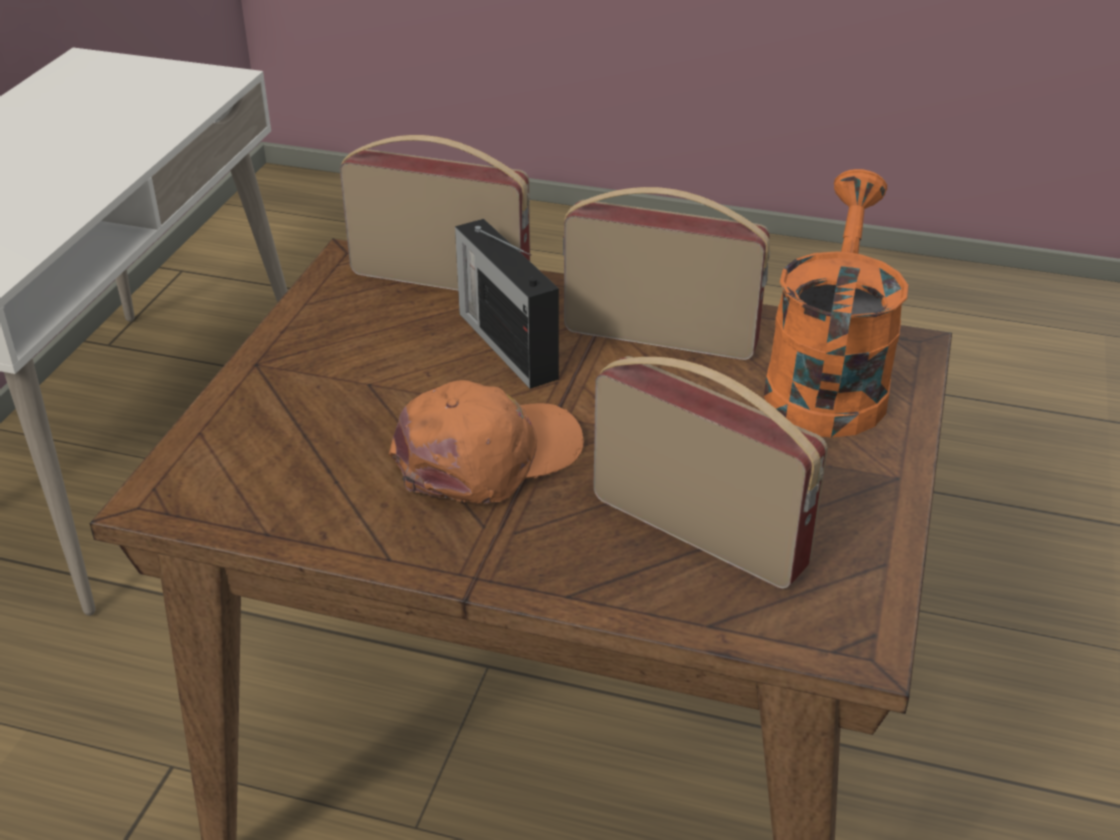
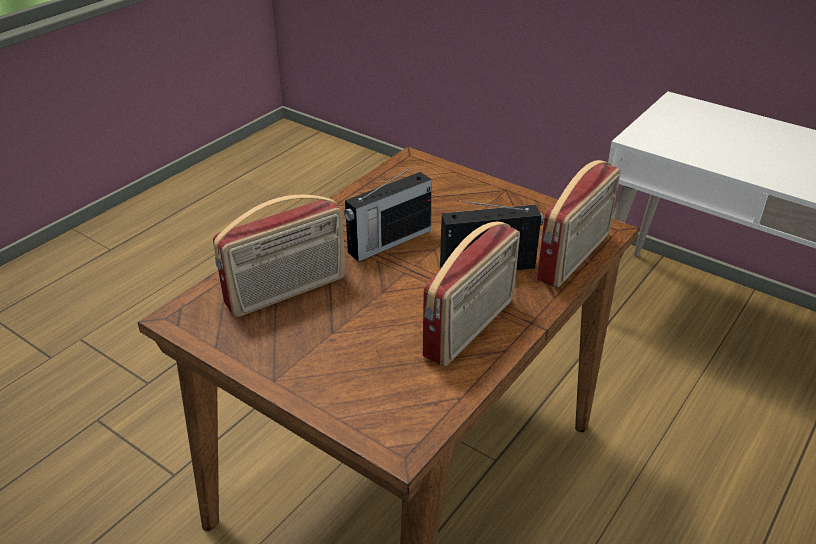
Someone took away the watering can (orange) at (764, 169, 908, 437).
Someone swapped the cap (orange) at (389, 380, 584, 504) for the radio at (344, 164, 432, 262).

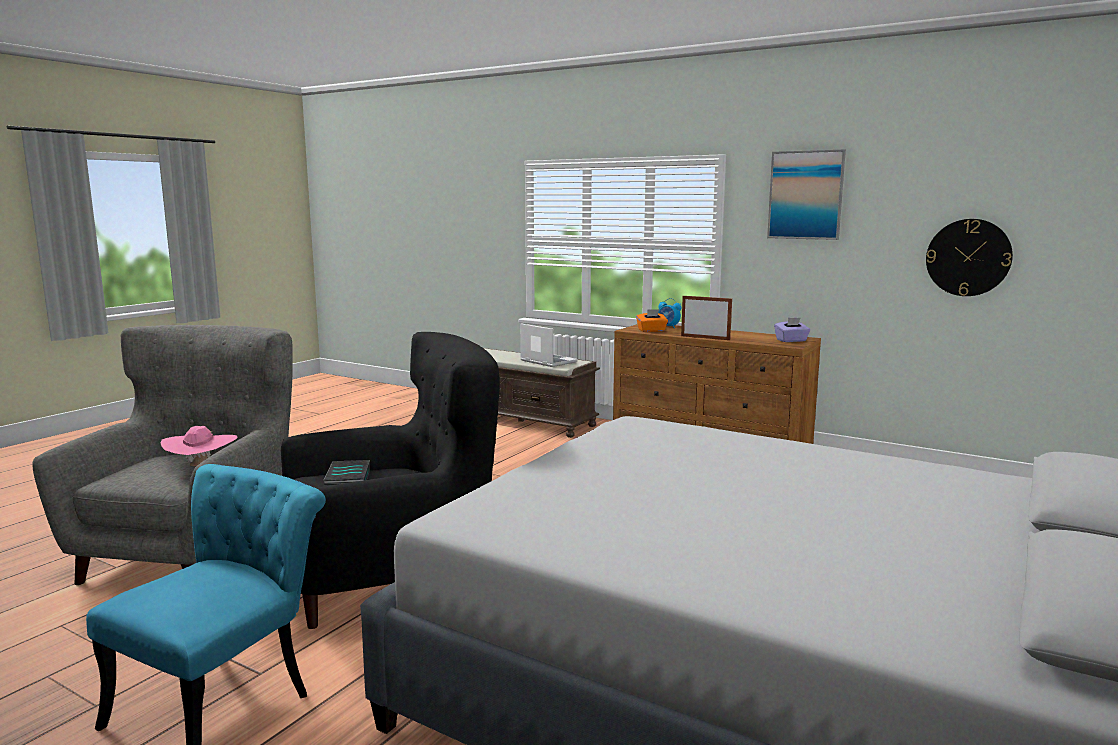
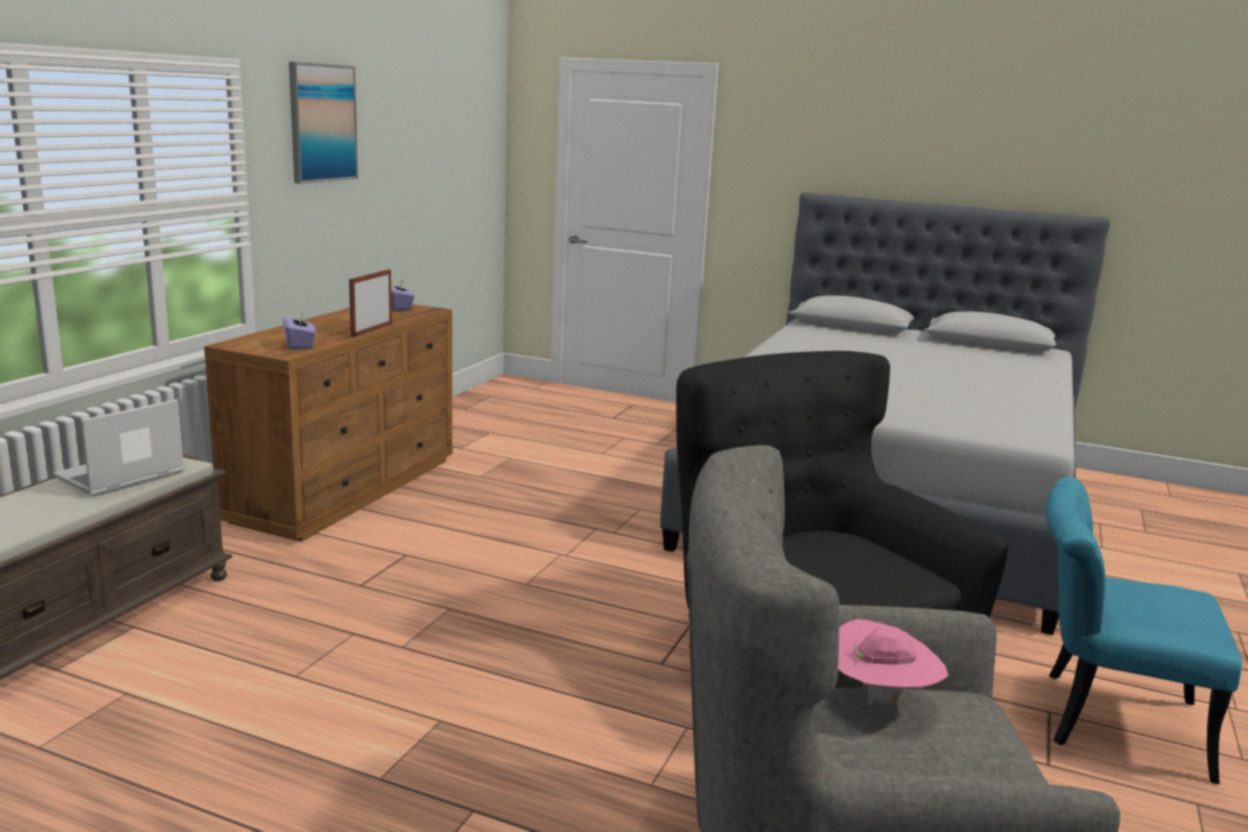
Someone took away the wall clock at (926, 219, 1013, 296).
Someone took away the alarm clock at (658, 298, 681, 329).
Someone repainted the tissue box (orange) at (636, 309, 668, 332), which became the tissue box (purple) at (283, 311, 316, 350).
Someone took away the book at (323, 460, 370, 486).

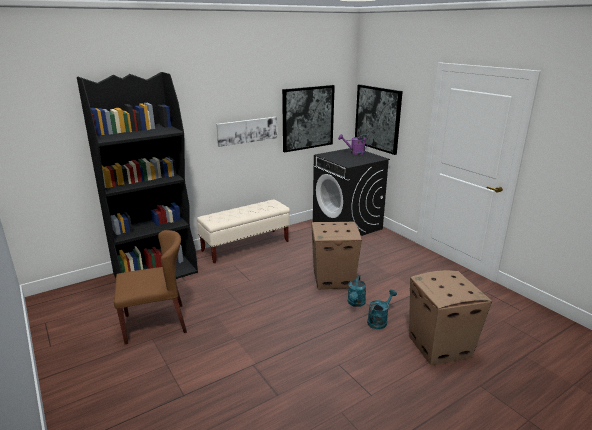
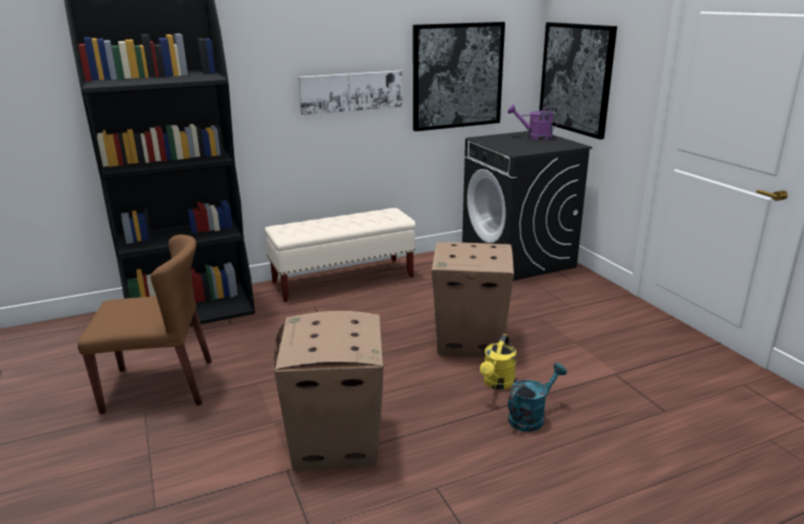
Someone carried the cardboard box from (409, 270, 492, 365) to (273, 311, 383, 471).
Someone repainted the watering can (turquoise) at (348, 275, 366, 307), which became the watering can (yellow) at (480, 334, 516, 390).

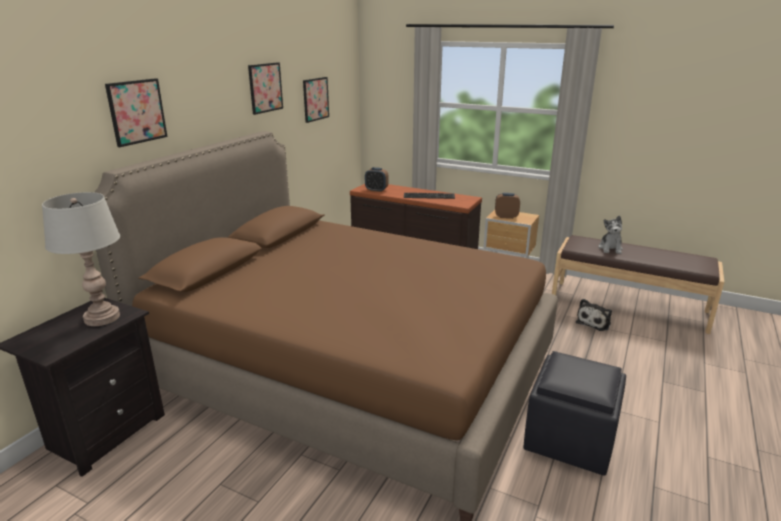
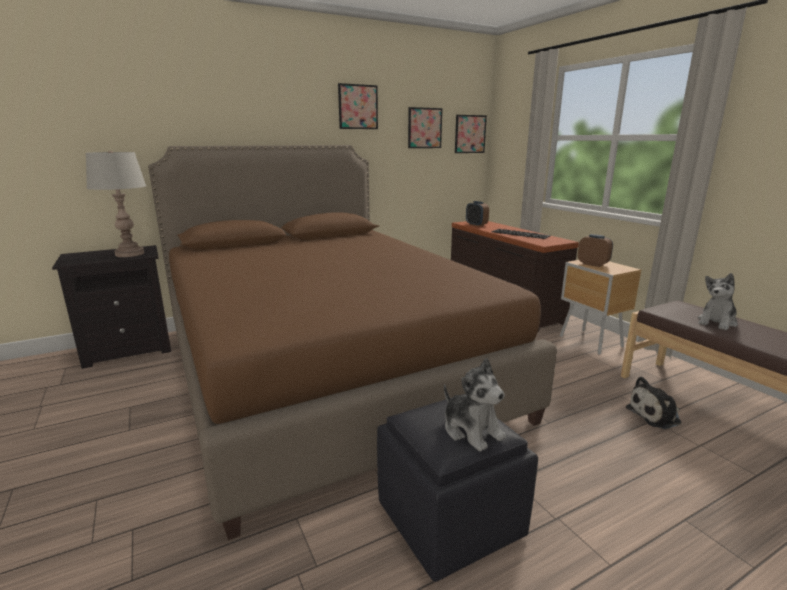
Someone carried the picture from (105, 78, 167, 147) to (455, 115, 487, 153).
Someone put down the plush toy at (444, 358, 506, 452).

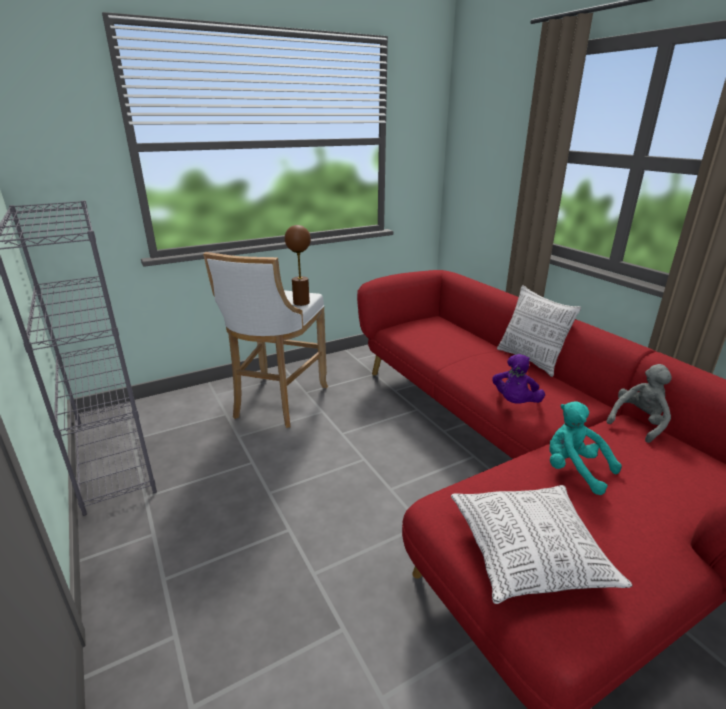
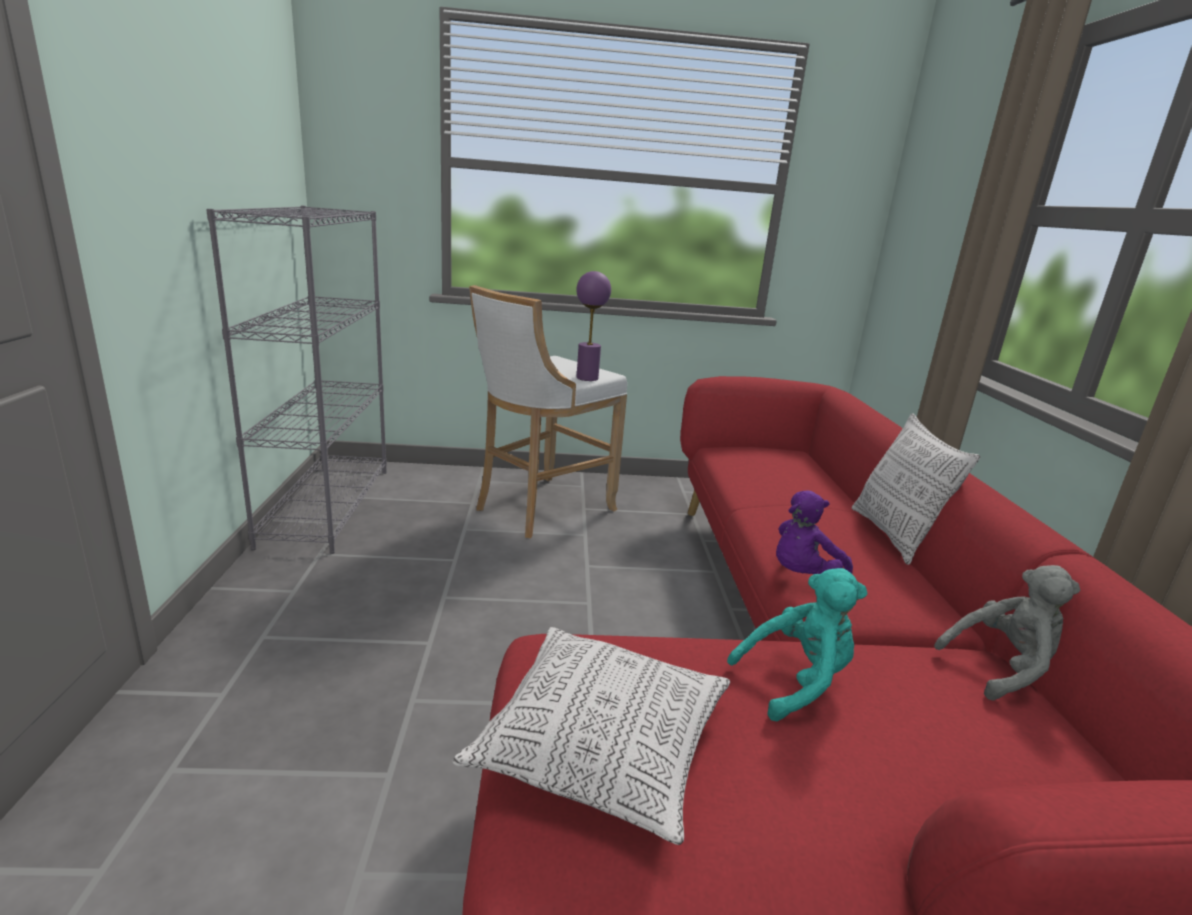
Someone repainted the table lamp (brown) at (285, 225, 311, 306), which became the table lamp (purple) at (576, 271, 611, 381).
Someone rotated the plush toy (turquoise) at (549, 401, 622, 495) by 90 degrees clockwise.

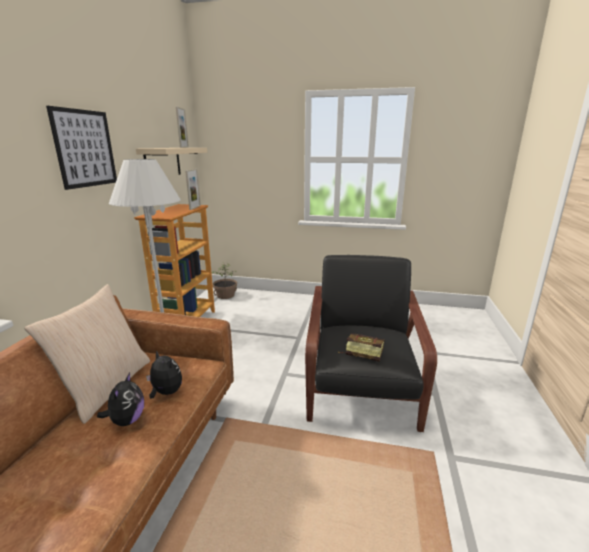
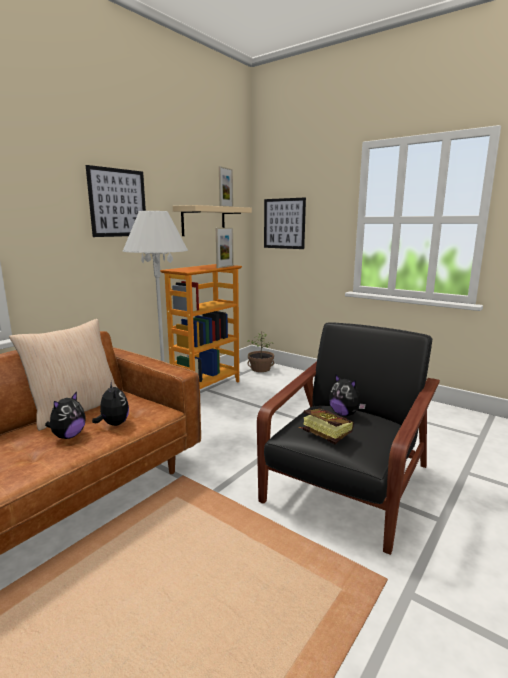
Someone put up the picture at (264, 198, 306, 249).
Someone put down the plush toy at (329, 374, 366, 416).

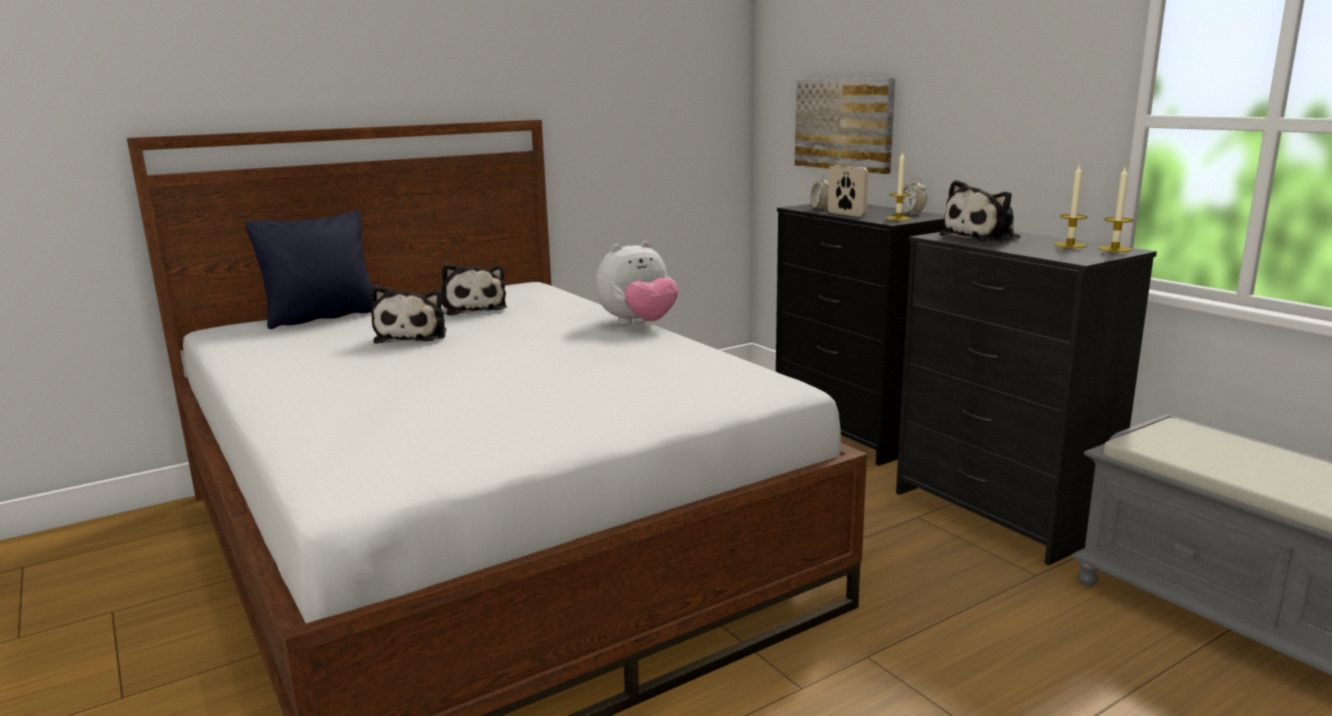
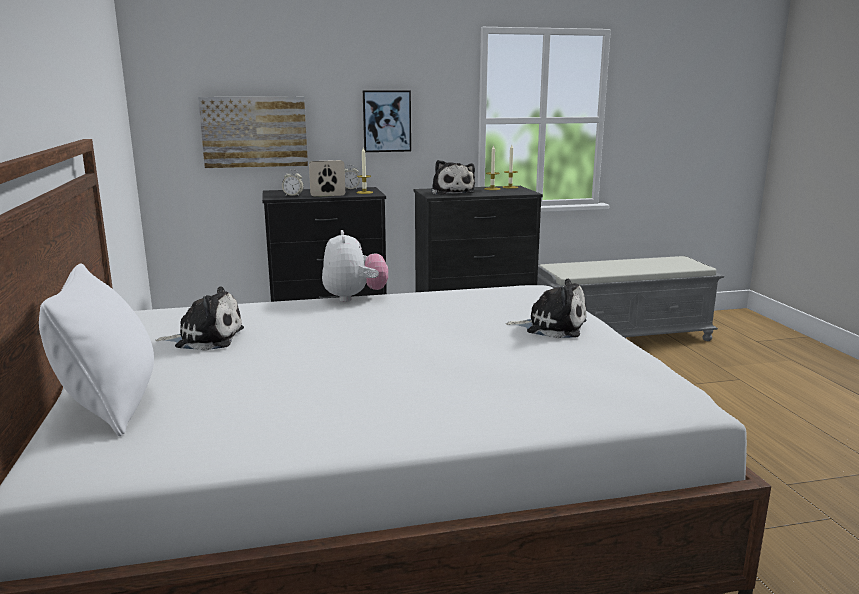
Someone repainted the pillow (black) at (246, 211, 373, 329), which became the pillow (white) at (39, 263, 154, 436).
Someone carried the plush toy from (371, 285, 446, 344) to (506, 279, 587, 338).
Someone put up the picture at (363, 90, 411, 152).

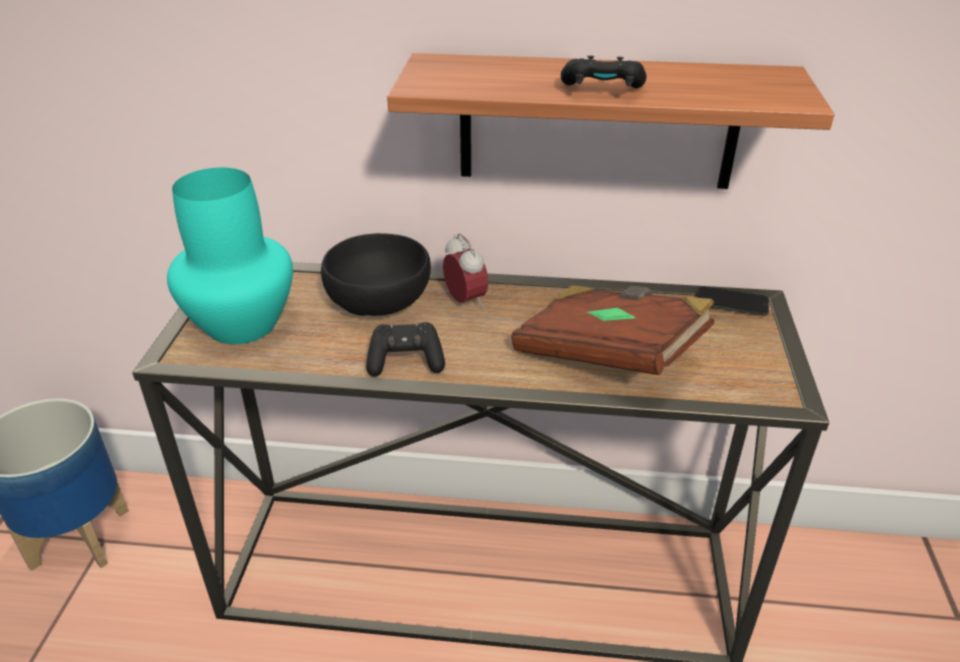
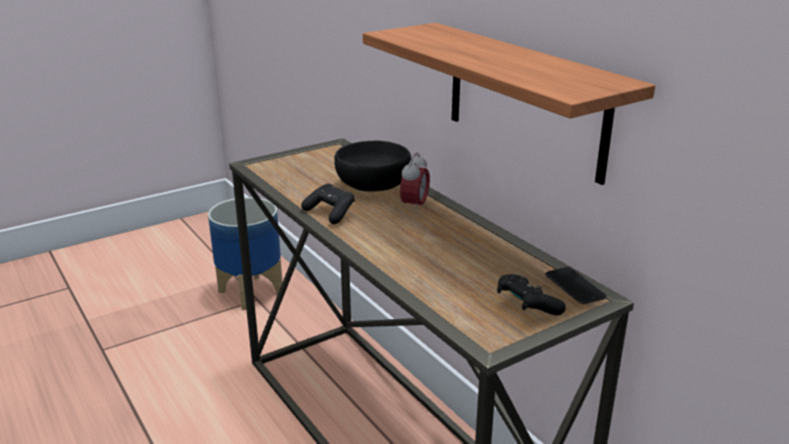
Someone carried the game controller (black) from (561, 55, 646, 88) to (497, 274, 566, 316).
Someone took away the vase (turquoise) at (167, 167, 293, 344).
Someone took away the book (brown) at (511, 285, 715, 375).

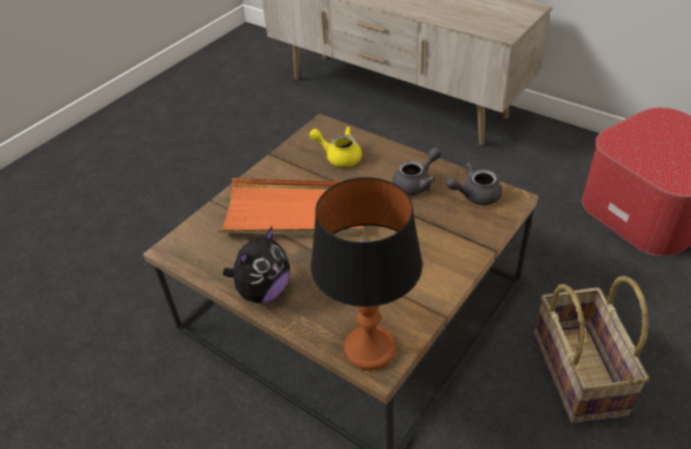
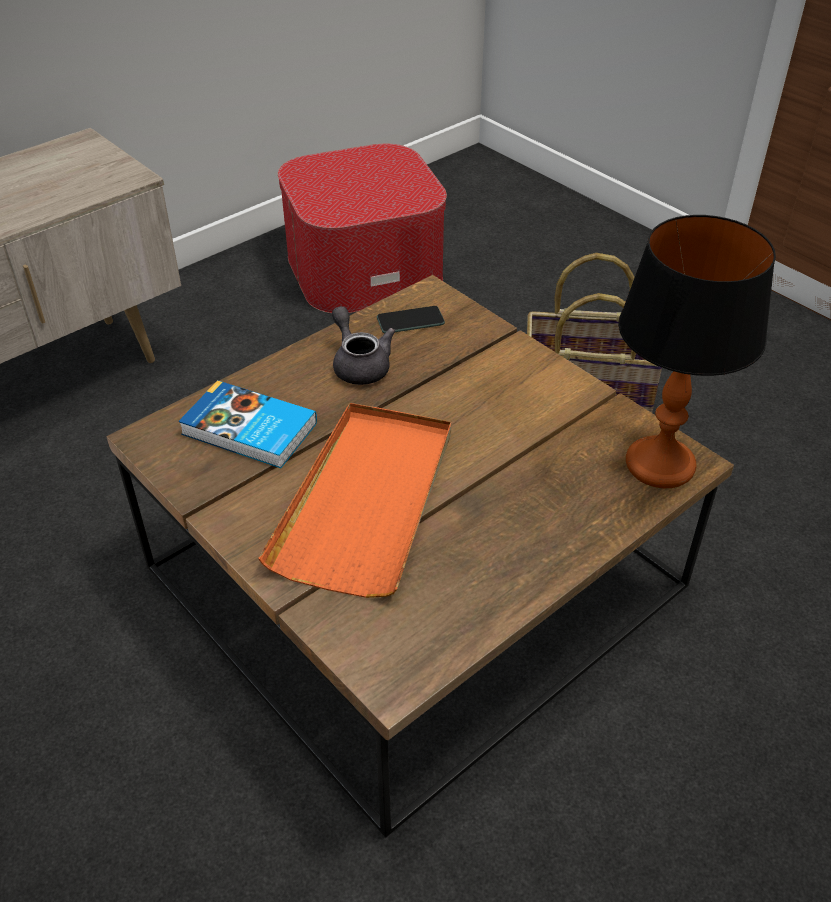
Someone swapped the teapot (yellow) at (309, 127, 362, 167) for the book at (179, 380, 317, 468).
Someone swapped the teapot (grey) at (446, 163, 502, 205) for the phone at (377, 306, 445, 333).
Someone took away the plush toy at (223, 227, 290, 303).

